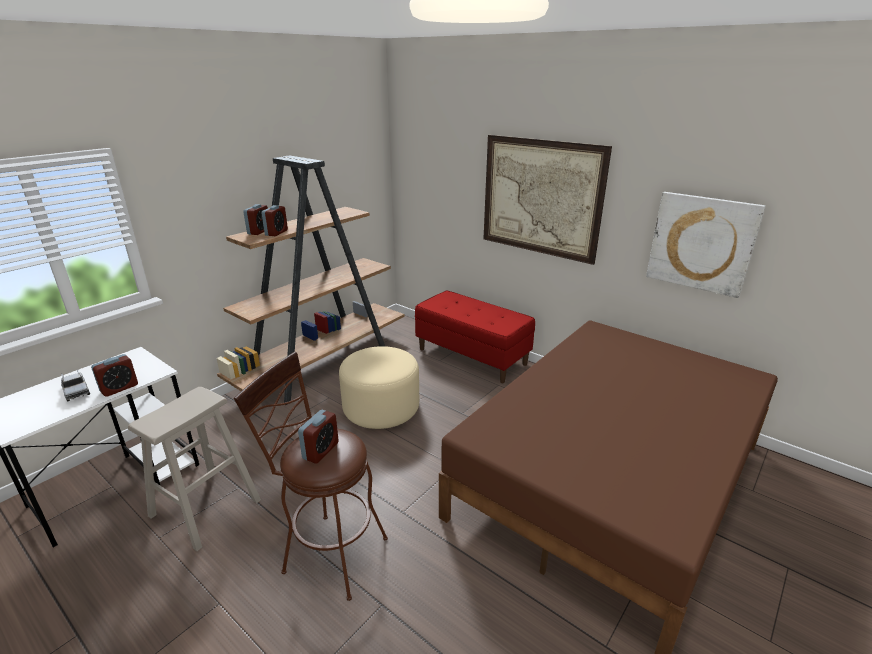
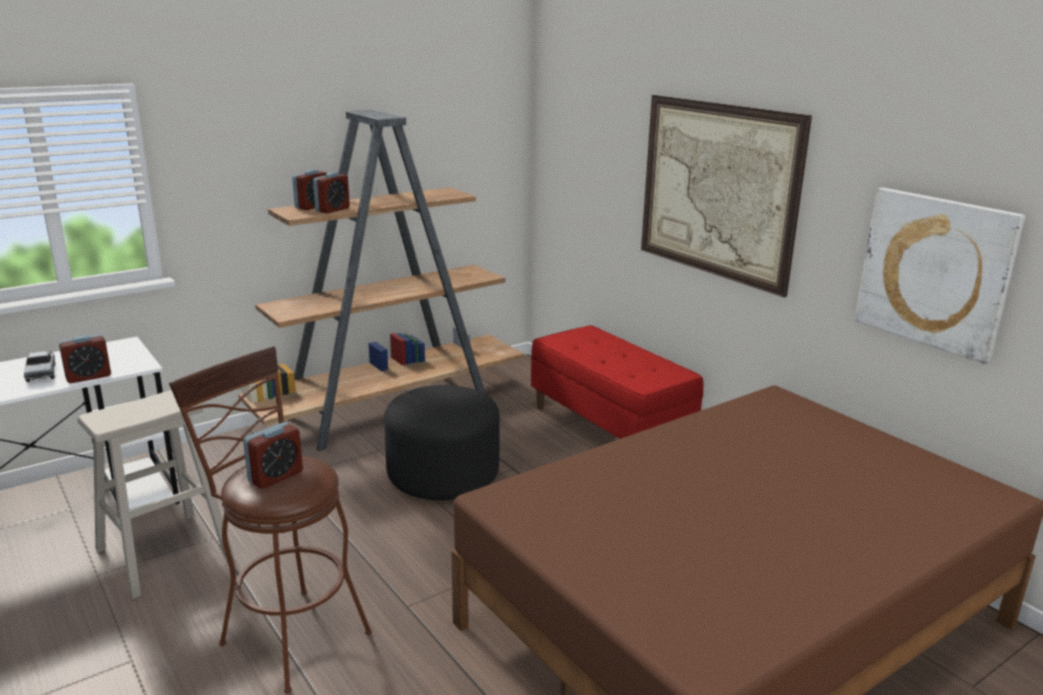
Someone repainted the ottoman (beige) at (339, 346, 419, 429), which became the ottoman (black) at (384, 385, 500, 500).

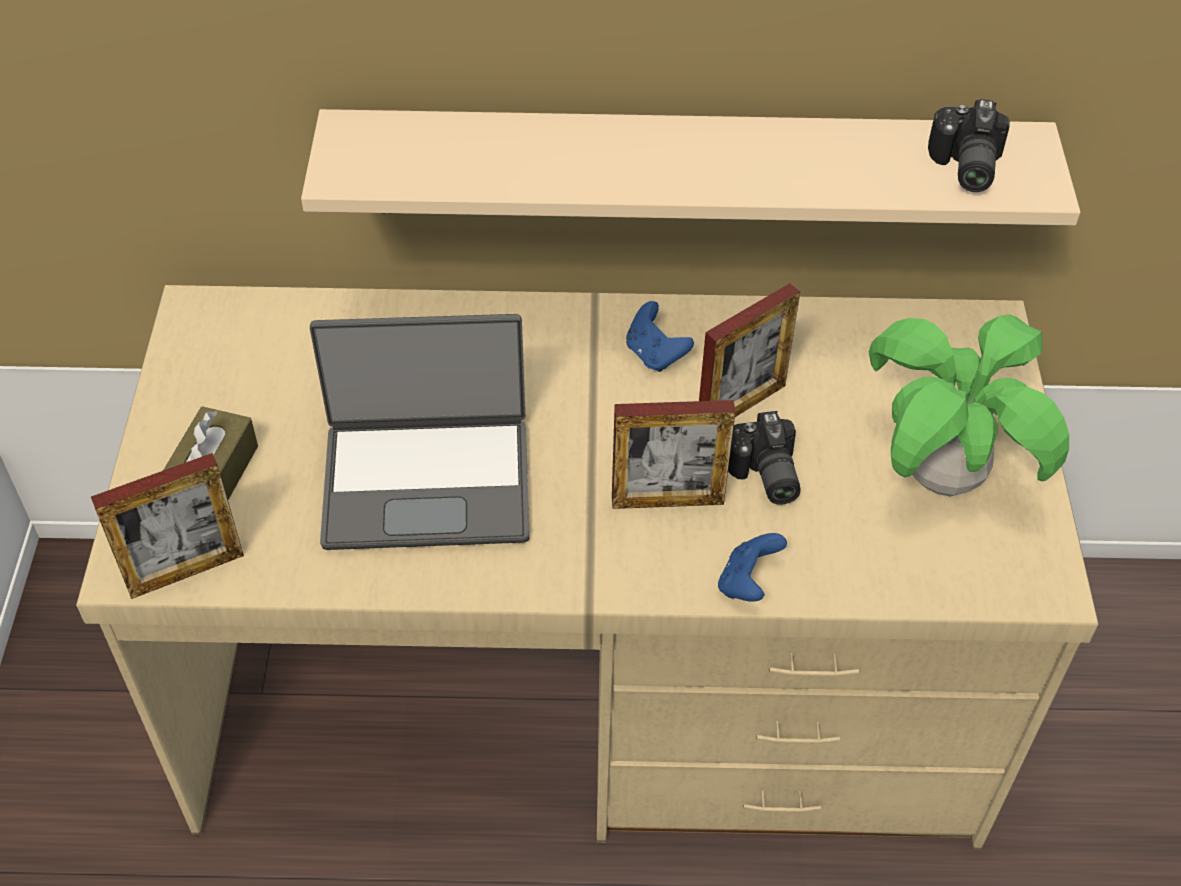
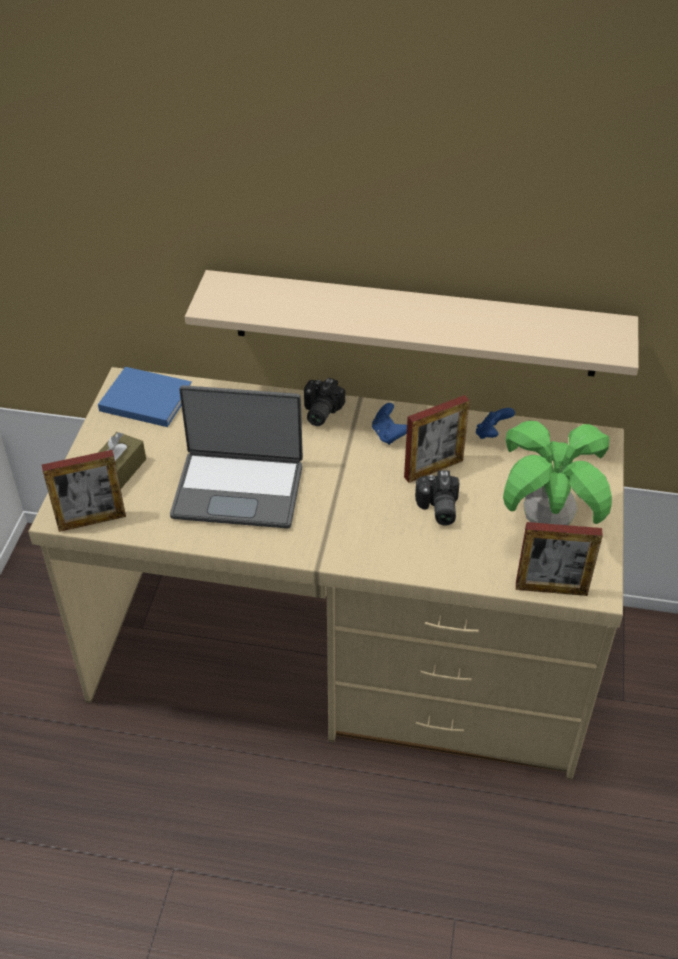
Someone carried the photo camera from (928, 99, 1010, 192) to (304, 378, 345, 426).
Someone carried the picture frame from (612, 400, 735, 509) to (516, 522, 603, 596).
Someone carried the game controller (blue) from (718, 533, 787, 602) to (476, 408, 515, 439).
Someone put down the book (blue) at (98, 367, 192, 427).

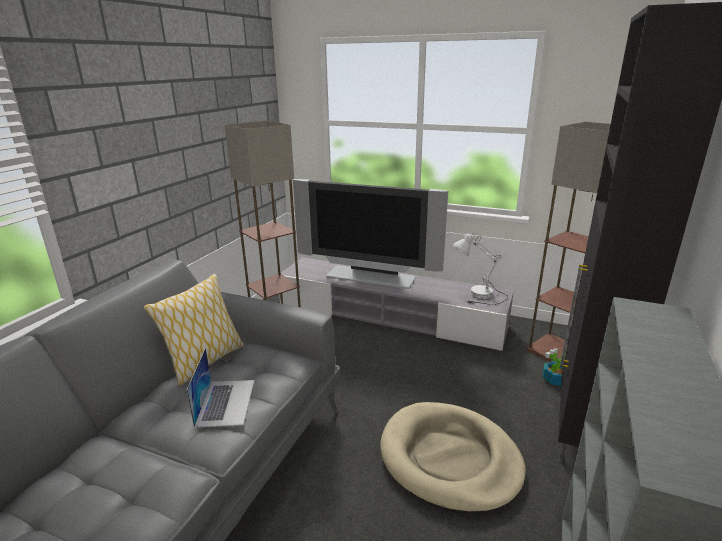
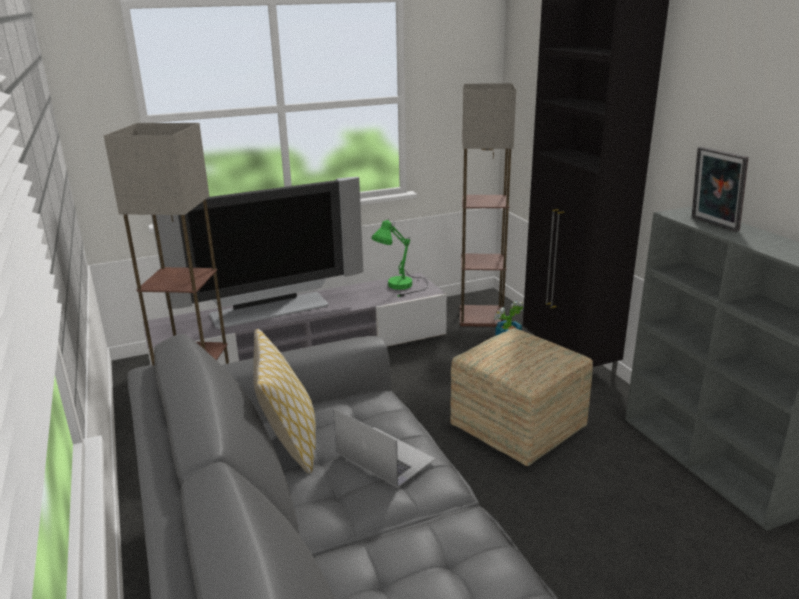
Someone repainted the table lamp (white) at (452, 233, 508, 305), which became the table lamp (green) at (371, 218, 428, 297).
Someone swapped the dog bed (beige) at (380, 402, 526, 514) for the ottoman at (450, 328, 593, 466).
Someone put down the picture frame at (692, 147, 748, 232).

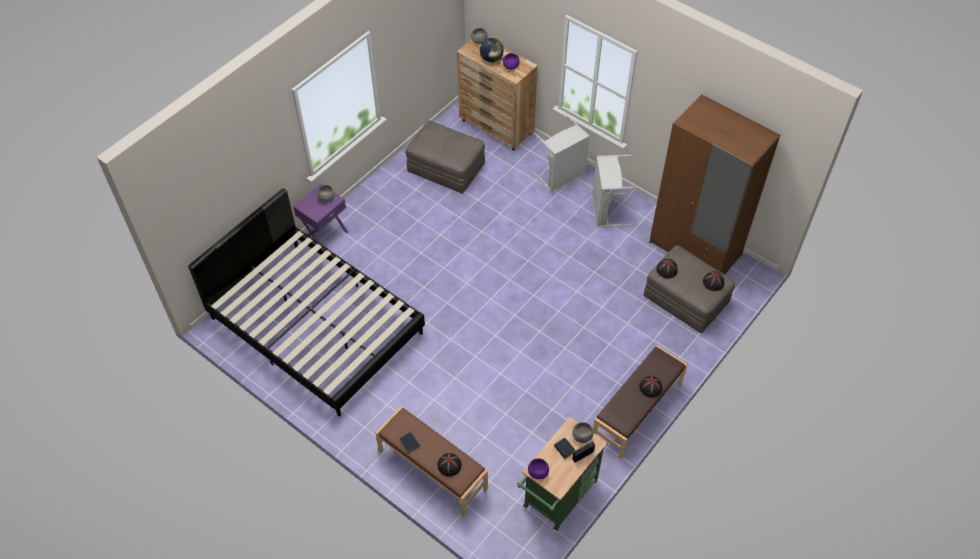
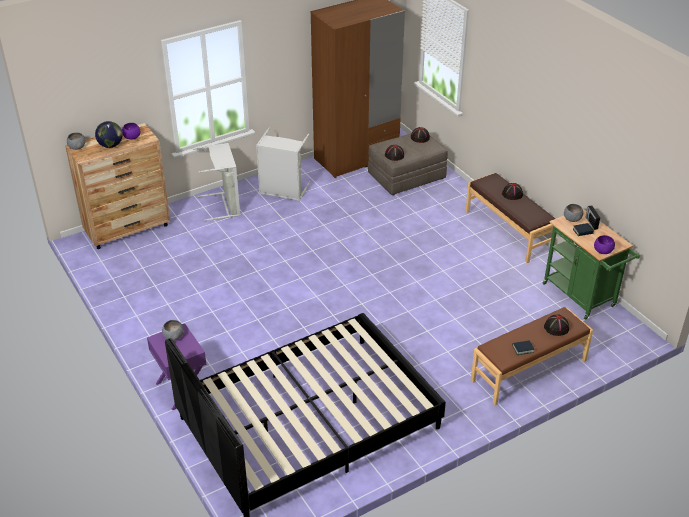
Someone took away the ottoman (grey) at (406, 120, 485, 194).

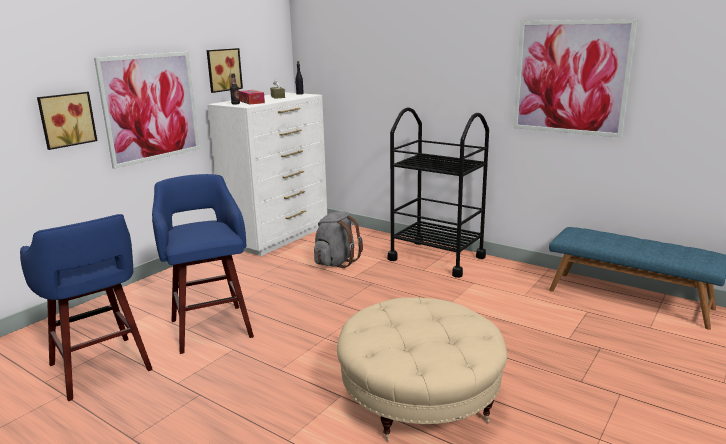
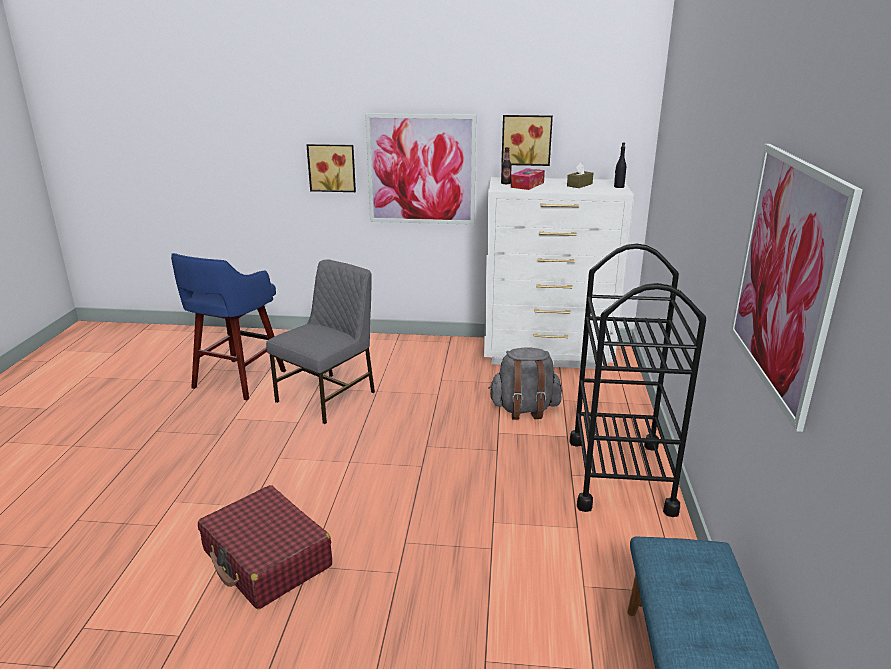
Someone swapped the stool (blue) at (152, 174, 254, 354) for the chair (grey) at (266, 259, 375, 424).
Someone swapped the ottoman (beige) at (337, 297, 507, 442) for the suitcase (red) at (198, 485, 332, 609).

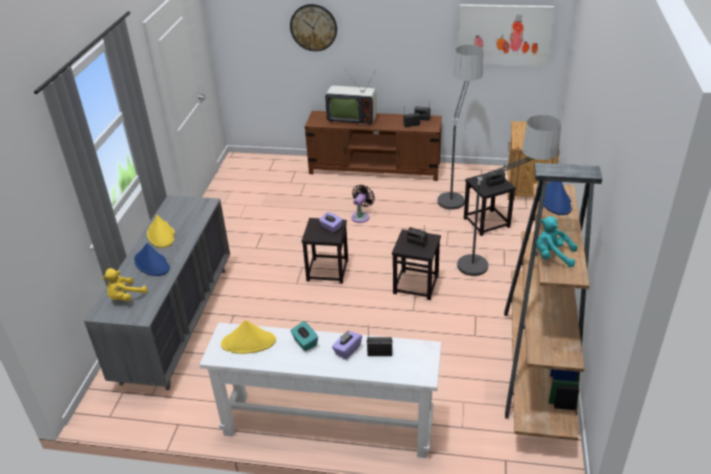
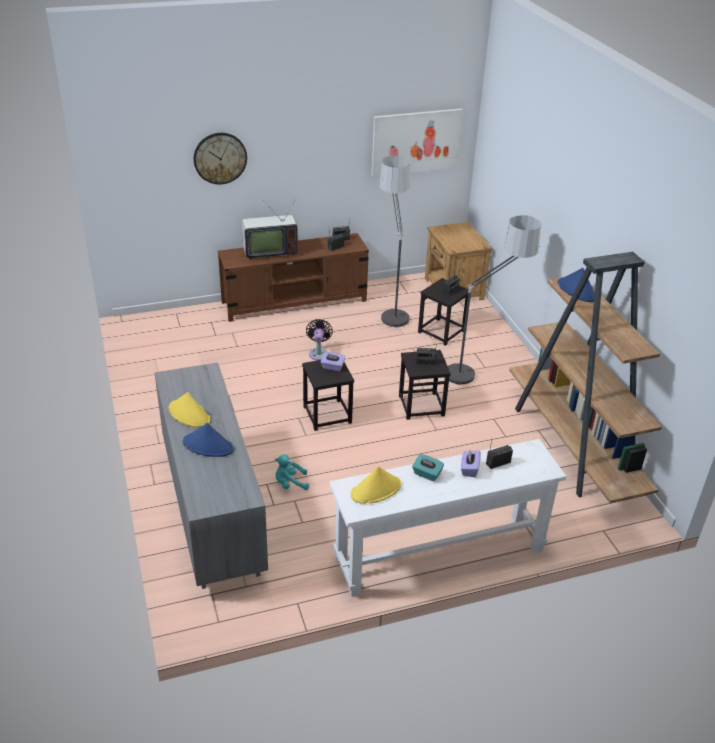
Someone carried the plush toy (turquoise) from (536, 216, 578, 267) to (275, 454, 309, 490).
Someone took away the plush toy (yellow) at (102, 268, 147, 301).

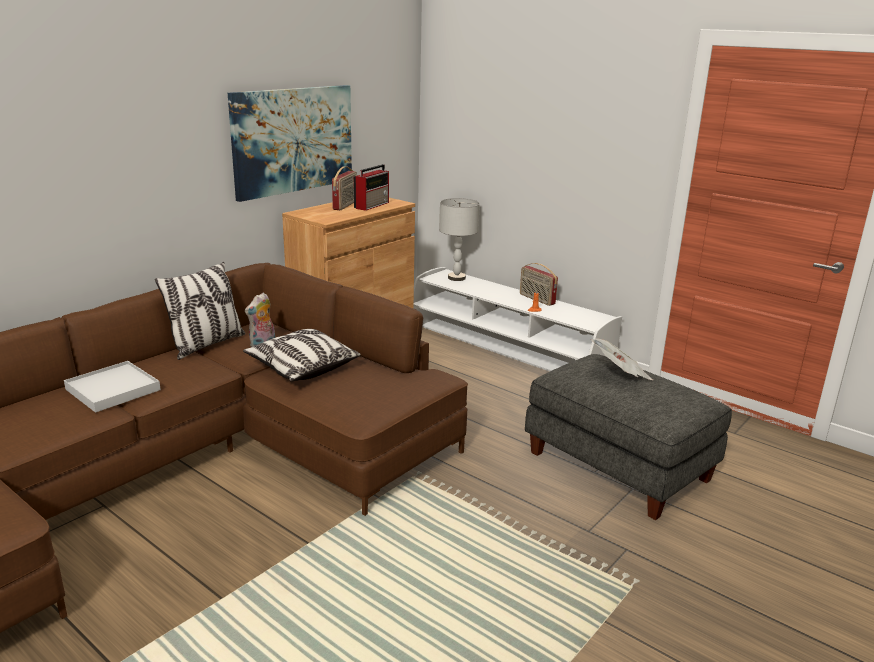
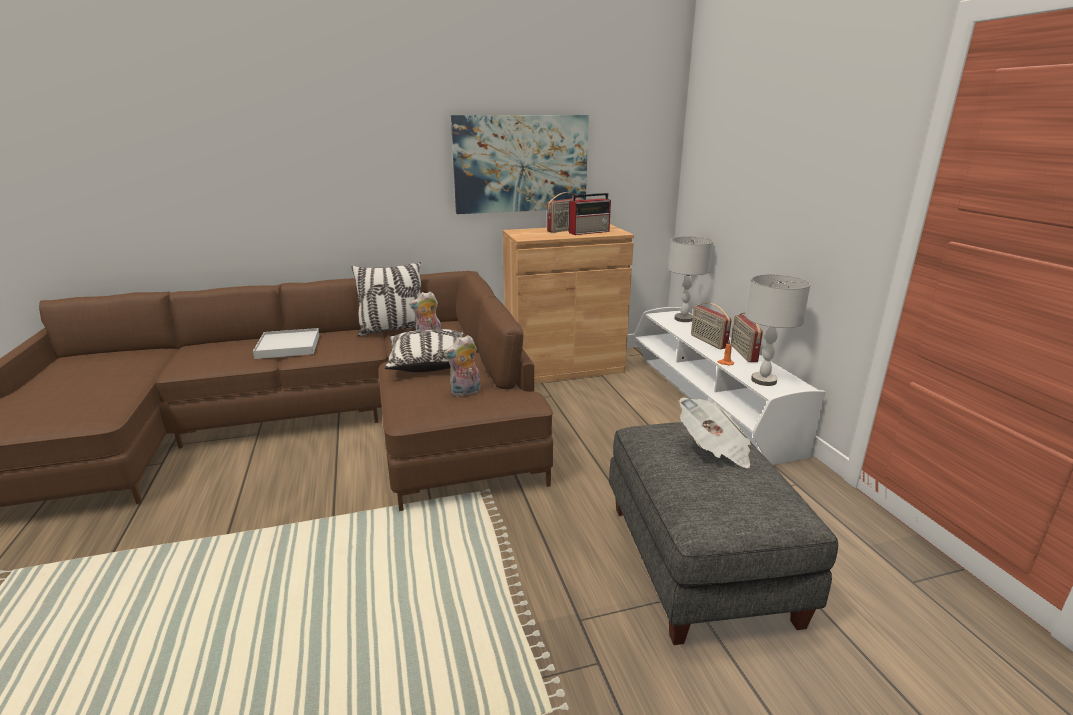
Someone put down the table lamp (grey) at (746, 274, 811, 386).
Someone put down the radio at (691, 303, 732, 349).
Someone put down the plush toy at (444, 335, 480, 397).

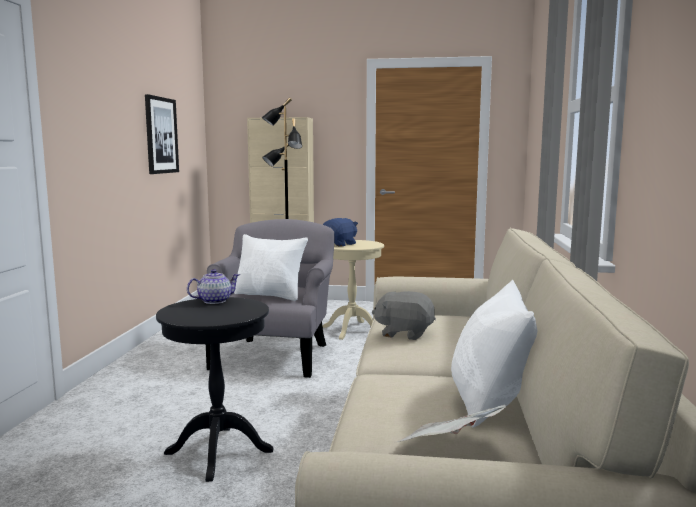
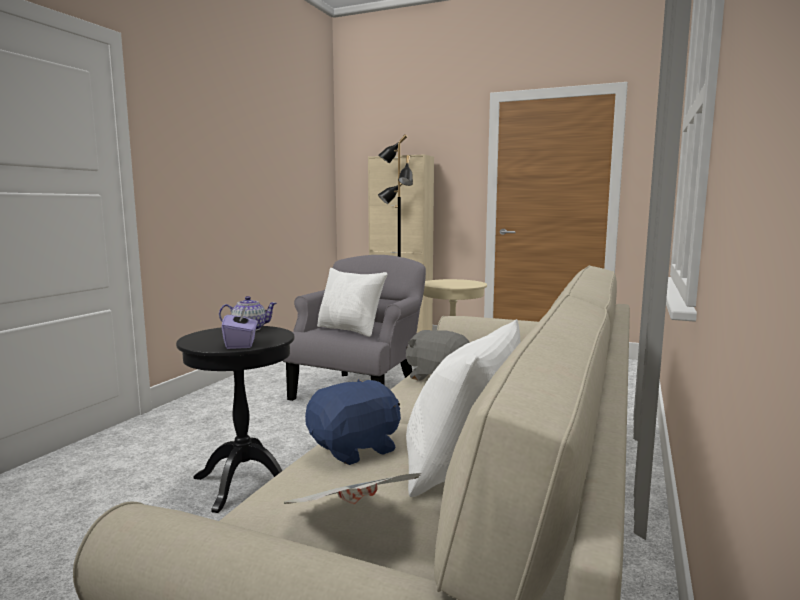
Someone took away the picture at (145, 94, 179, 174).
Someone carried the plush toy (blue) from (323, 218, 358, 247) to (305, 379, 401, 465).
Someone put down the tissue box (purple) at (222, 307, 257, 349).

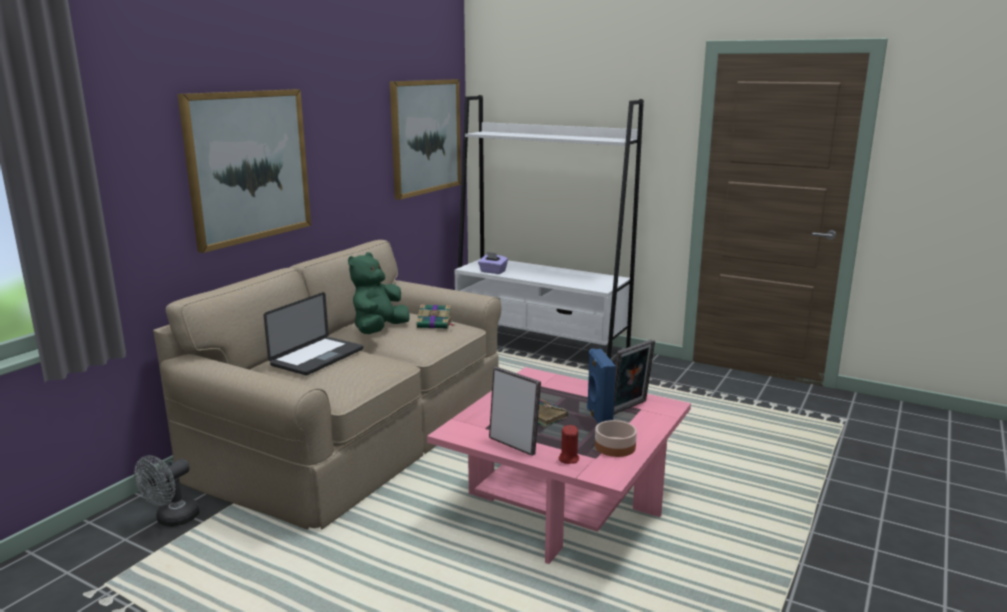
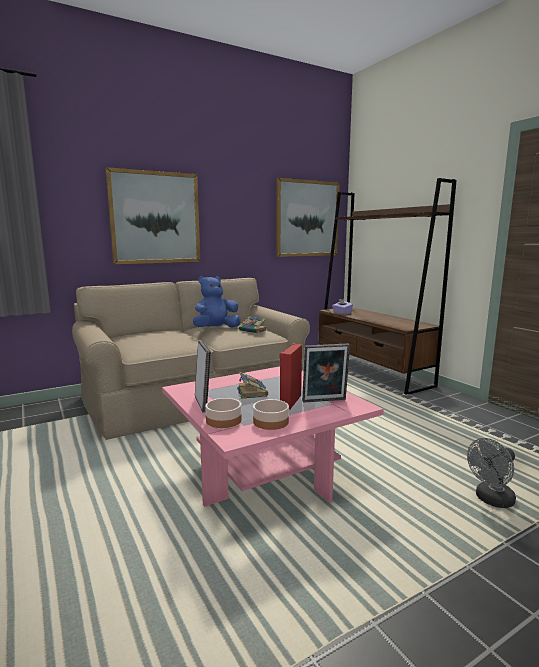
Someone repainted the bookcase (white) at (455, 95, 644, 365), which became the bookcase (brown) at (318, 178, 457, 395).
Someone repainted the plush toy (green) at (348, 252, 410, 334), which became the plush toy (blue) at (193, 276, 241, 327).
Someone took away the laptop at (264, 292, 363, 375).
Someone repainted the speaker (blue) at (587, 348, 616, 424), which became the speaker (red) at (279, 343, 302, 410).
Someone swapped the candle (red) at (559, 425, 579, 464) for the bowl at (205, 398, 241, 428).
Someone carried the fan (grey) from (134, 455, 200, 527) to (467, 438, 516, 508).

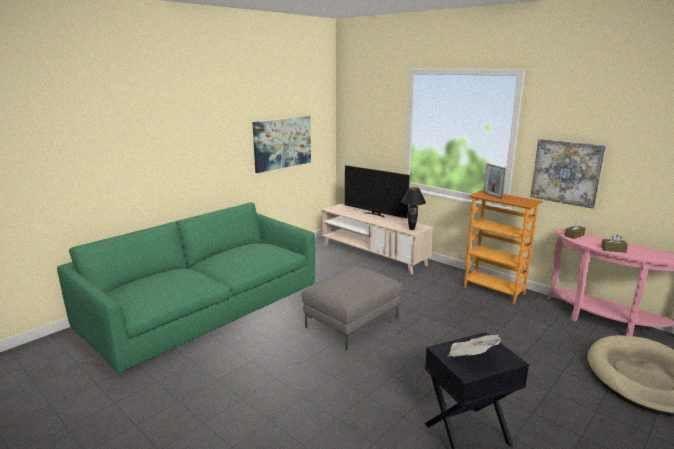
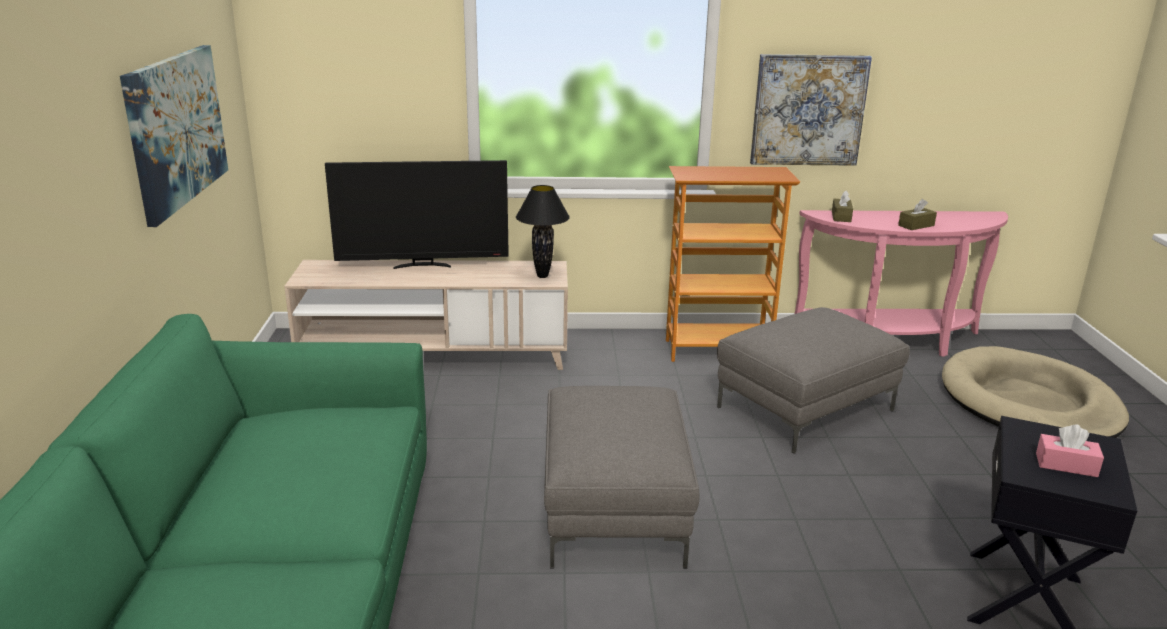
Someone took away the picture frame at (484, 163, 506, 199).
Someone swapped the newspaper at (448, 335, 501, 357) for the tissue box (pink) at (1036, 424, 1104, 477).
Someone put down the ottoman (grey) at (717, 307, 910, 454).

